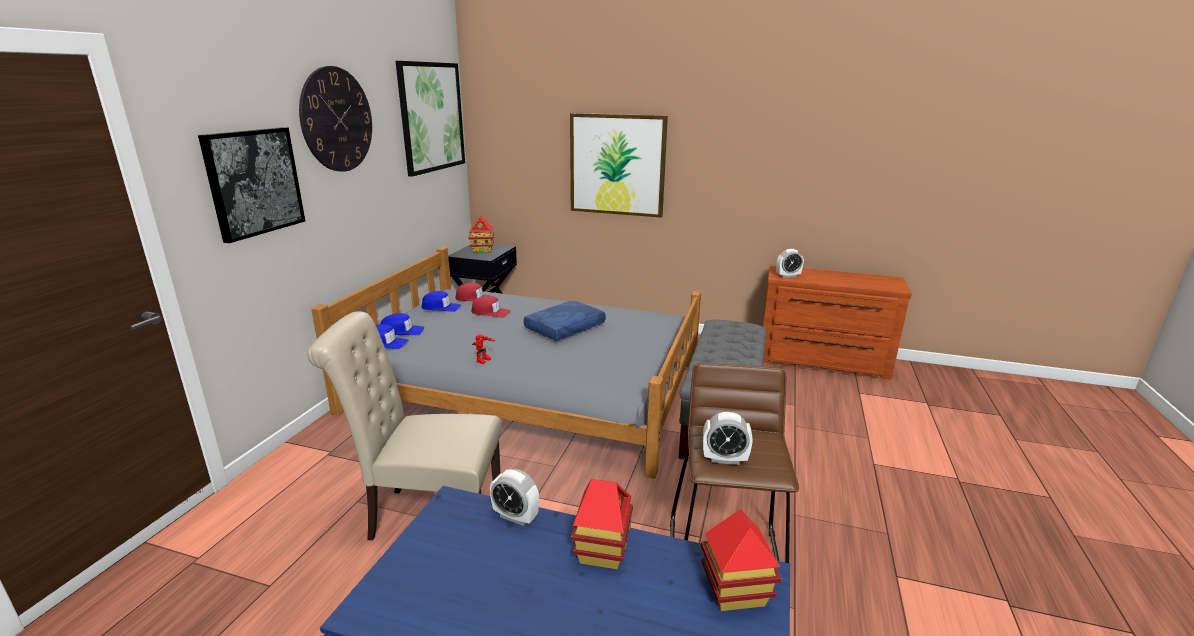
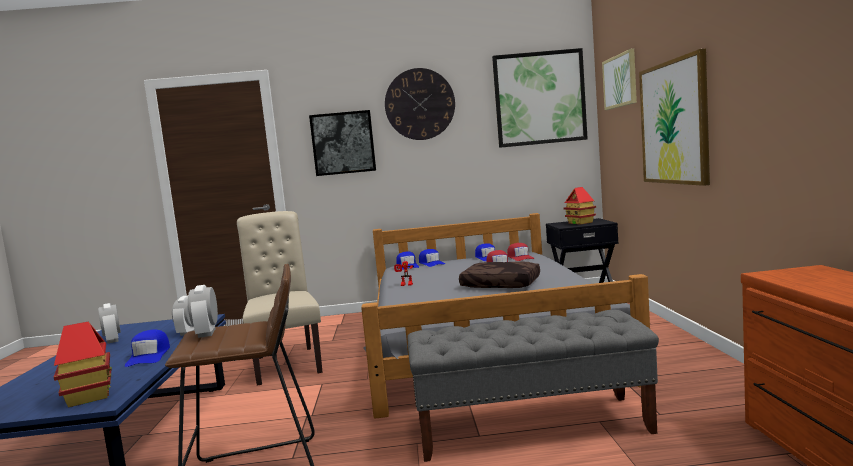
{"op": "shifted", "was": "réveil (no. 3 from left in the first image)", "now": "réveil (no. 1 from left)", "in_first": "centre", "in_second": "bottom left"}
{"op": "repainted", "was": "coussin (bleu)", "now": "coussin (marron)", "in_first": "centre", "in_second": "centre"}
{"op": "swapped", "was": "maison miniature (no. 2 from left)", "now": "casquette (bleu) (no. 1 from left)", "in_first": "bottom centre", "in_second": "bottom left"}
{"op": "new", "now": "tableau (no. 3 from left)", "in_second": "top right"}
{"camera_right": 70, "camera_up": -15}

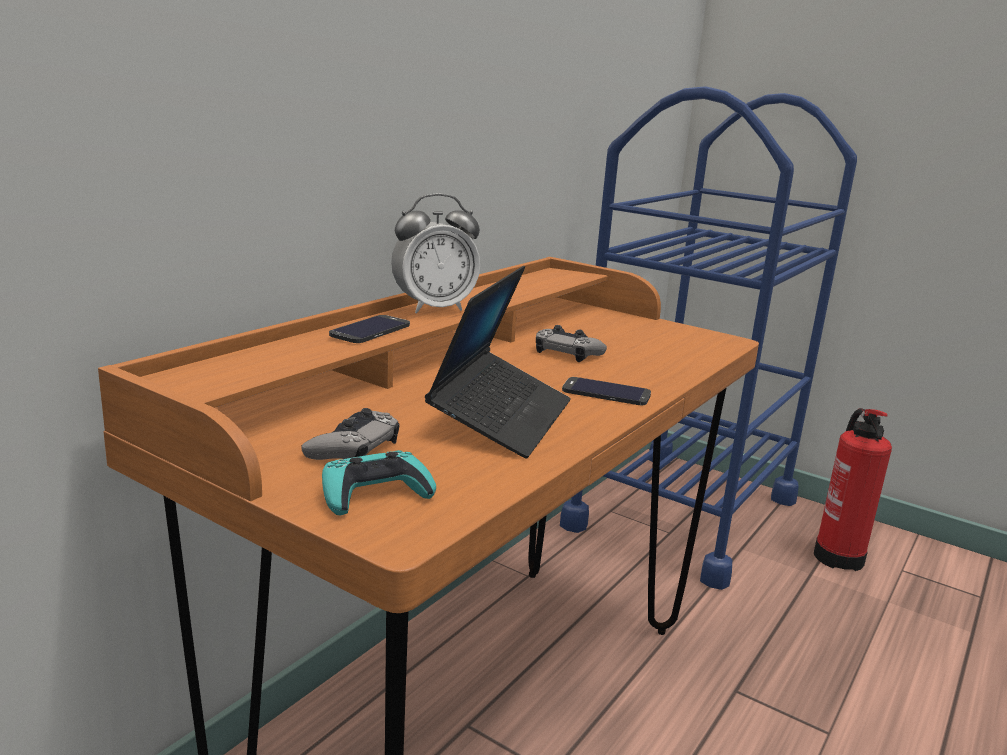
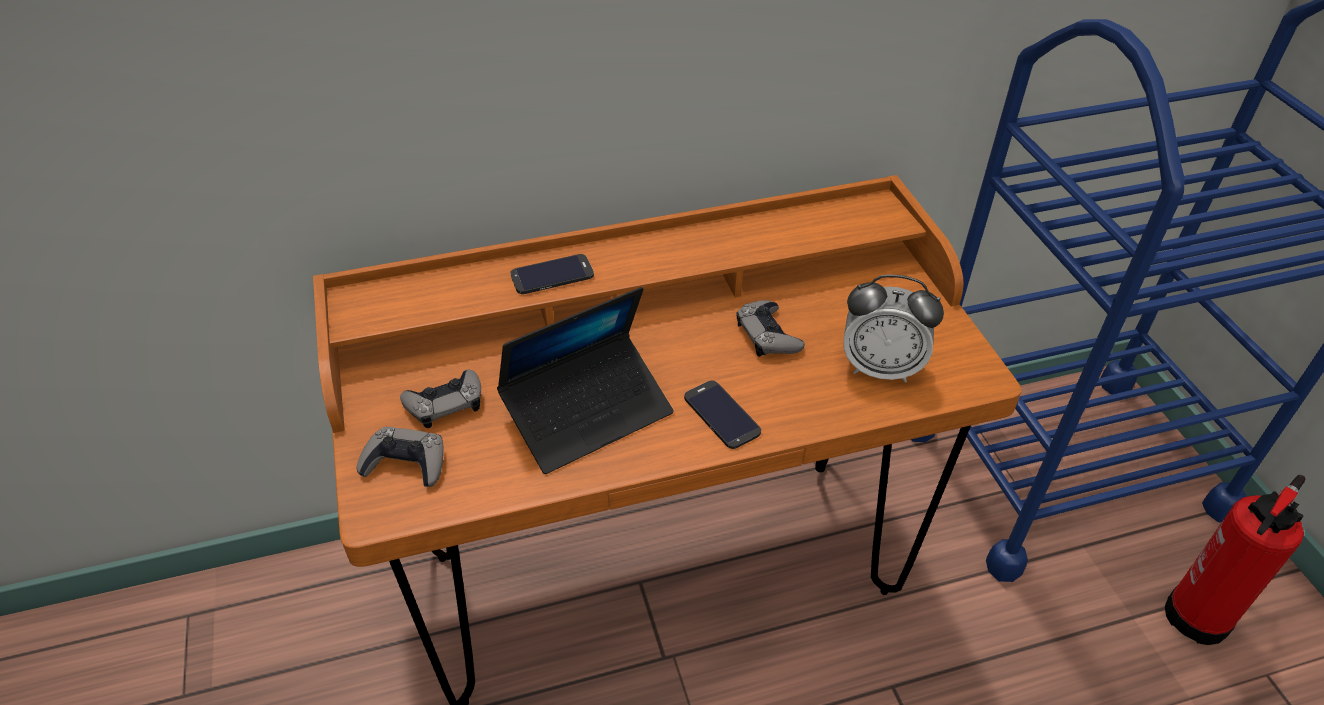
{"op": "shifted", "was": "réveil", "in_first": "centre", "in_second": "middle right"}
{"op": "repainted", "was": "manette (turquoise)", "now": "manette (gris) (no. 1 from left)", "in_first": "centre", "in_second": "middle left"}
{"camera_right": 40, "camera_up": 25}

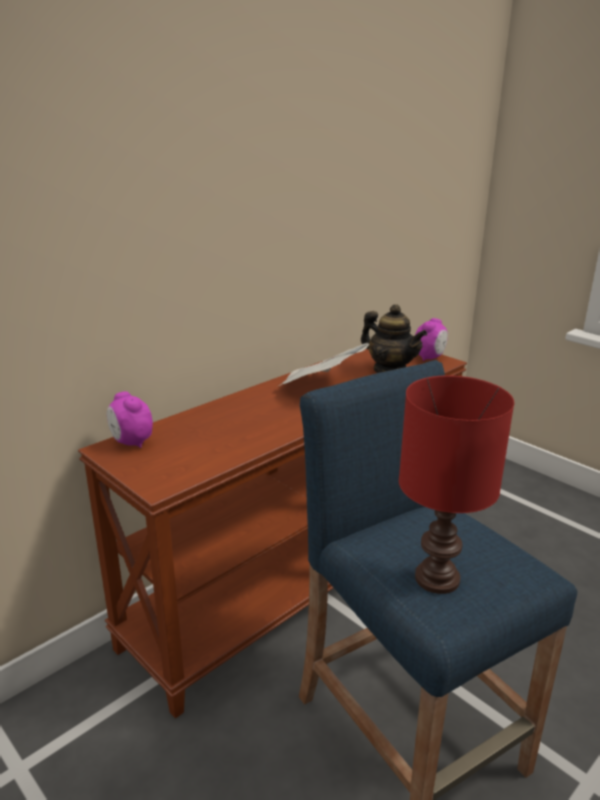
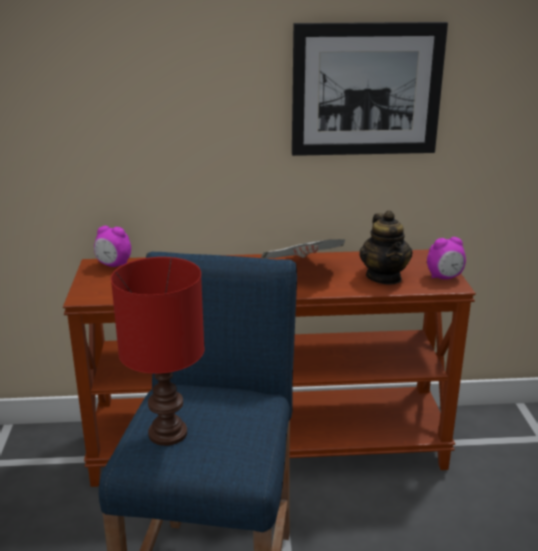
{"op": "rotated", "was": "réveil (no. 1 from left)", "in_first": "middle left", "in_second": "middle left", "clockwise": -75}
{"op": "new", "now": "tableau", "in_second": "top right"}
{"camera_right": 40, "camera_up": 0}

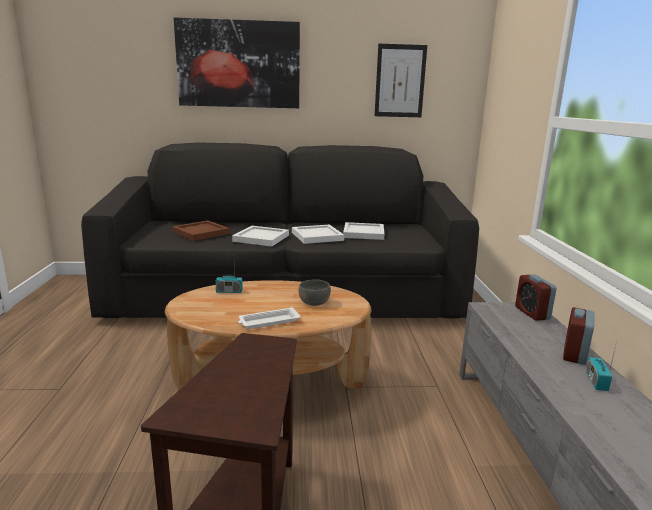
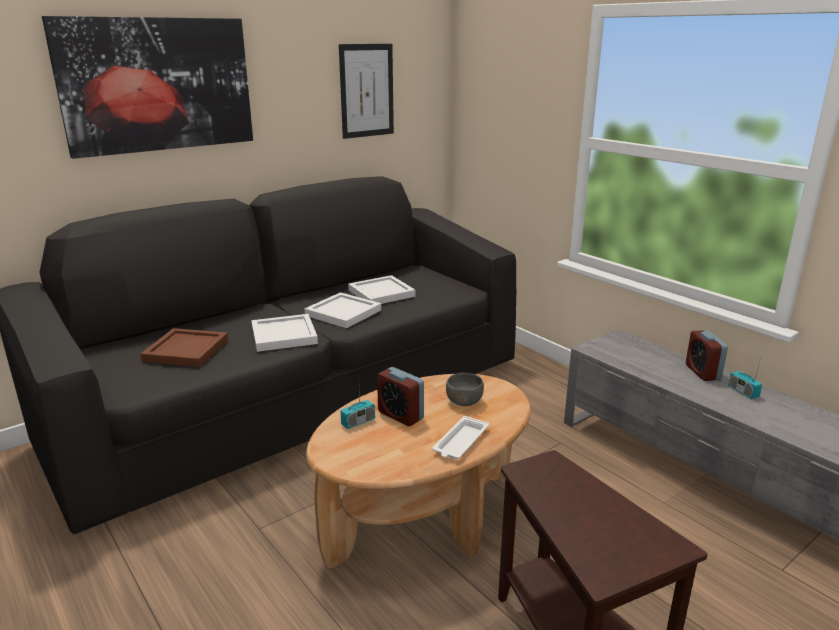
{"op": "shifted", "was": "réveil (no. 1 from left)", "in_first": "middle right", "in_second": "centre"}
{"camera_right": -35, "camera_up": 5}

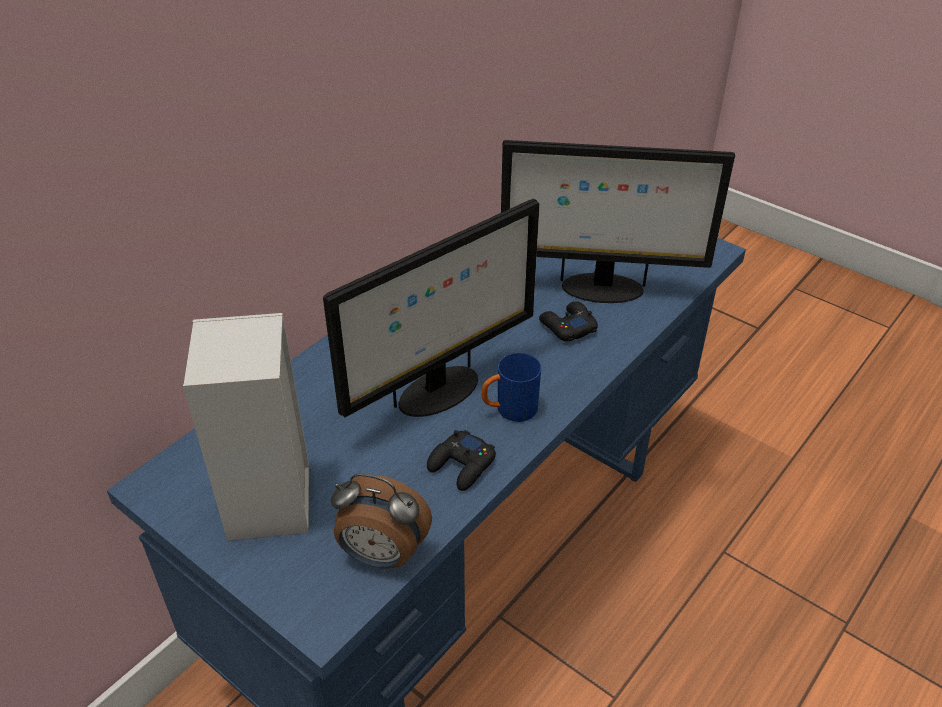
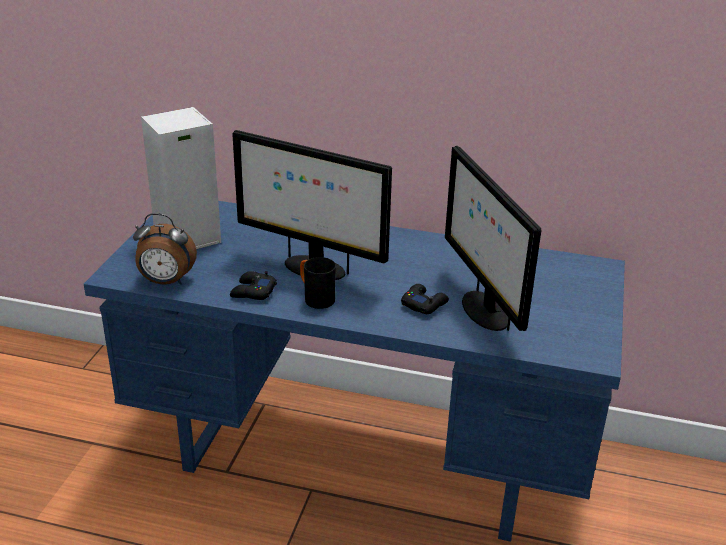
{"op": "repainted", "was": "mug (bleu)", "now": "mug (noir)", "in_first": "centre", "in_second": "centre"}
{"op": "rotated", "was": "réveil", "in_first": "bottom centre", "in_second": "middle left", "clockwise": -75}
{"camera_right": 65, "camera_up": -10}

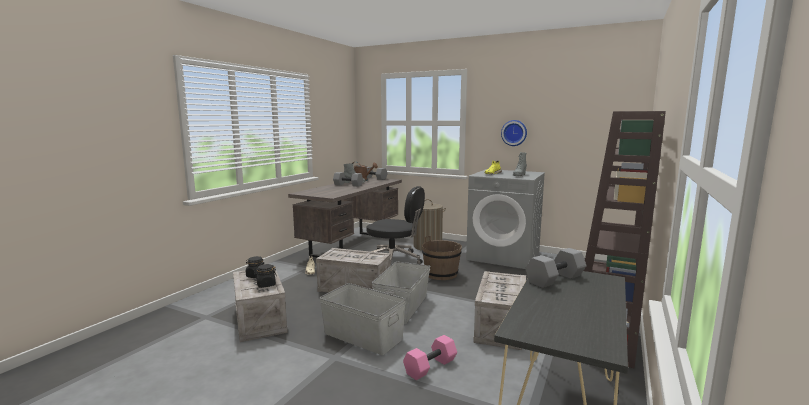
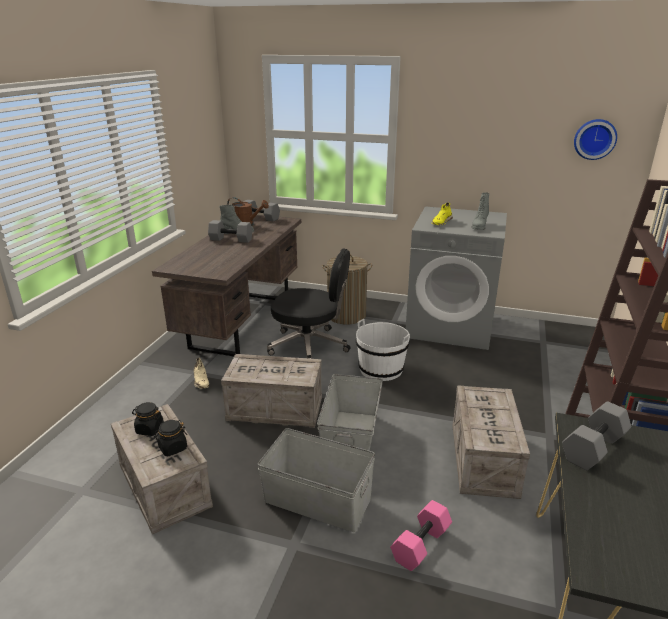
{"op": "shifted", "was": "horloge murale", "in_first": "top centre", "in_second": "top right"}
{"op": "repainted", "was": "seau (marron)", "now": "seau (blanc)", "in_first": "centre", "in_second": "centre"}
{"camera_right": -10, "camera_up": 15}

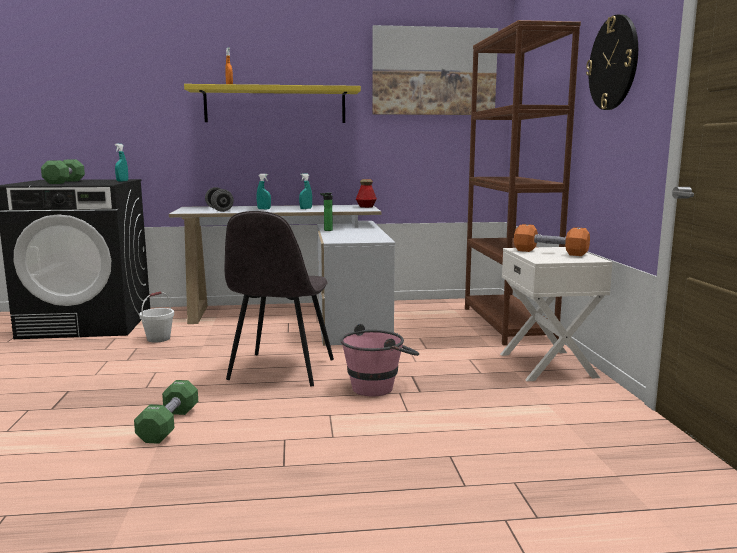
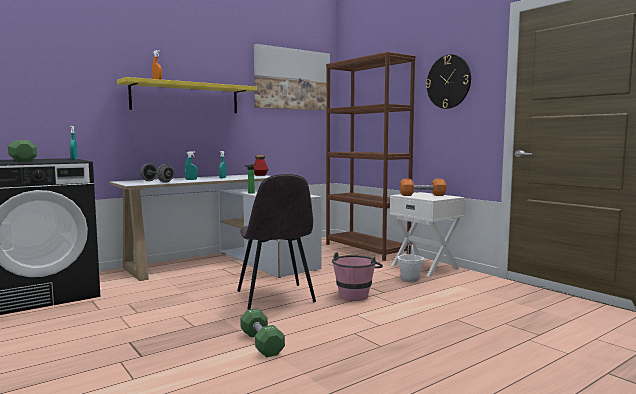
{"op": "shifted", "was": "seau (blanc)", "in_first": "middle left", "in_second": "centre"}
{"camera_right": -30, "camera_up": -5}

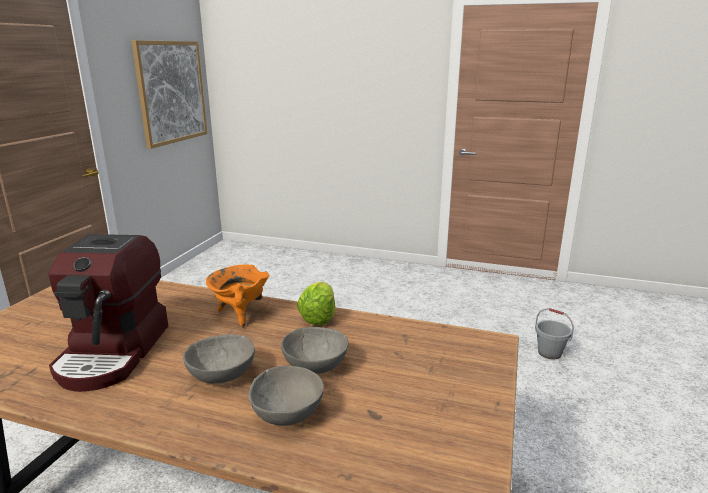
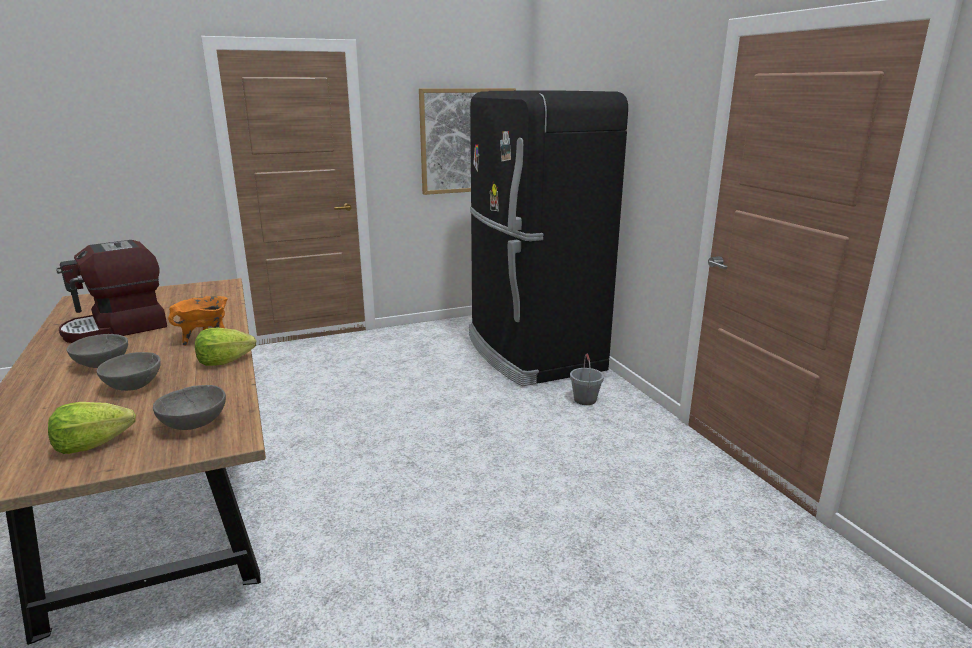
{"op": "shifted", "was": "seau (gris)", "in_first": "bottom right", "in_second": "centre"}
{"op": "shifted", "was": "bol (gris) (no. 2 from left in the first image)", "now": "bol (gris) (no. 3 from left)", "in_first": "bottom centre", "in_second": "middle left"}
{"op": "new", "now": "réfrigérateur (noir)", "in_second": "centre"}
{"op": "new", "now": "laitue (no. 1 from left)", "in_second": "middle left"}
{"camera_right": 50, "camera_up": 0}

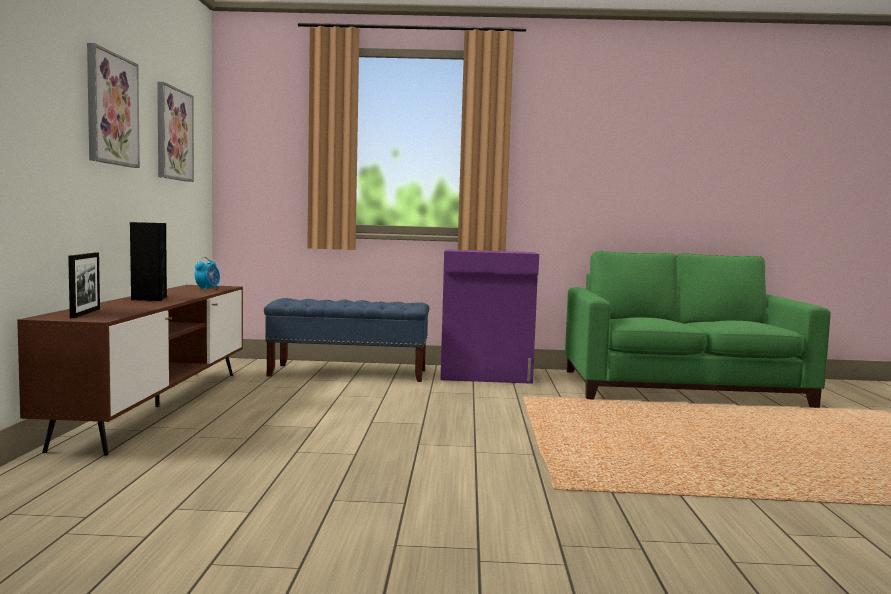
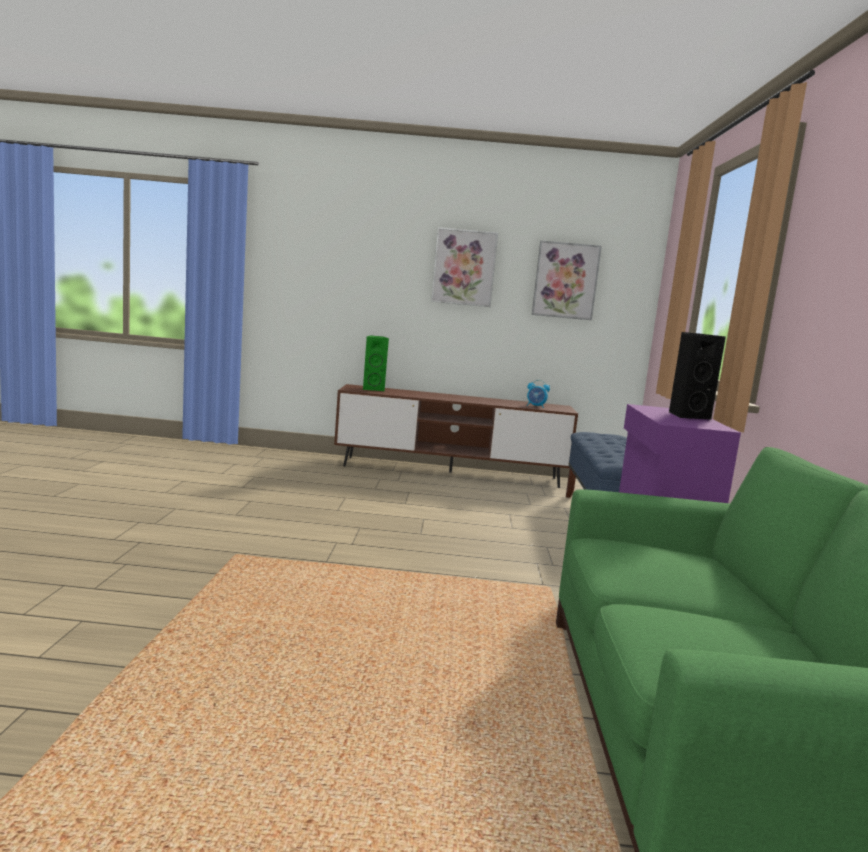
{"op": "shifted", "was": "enceinte (noir)", "in_first": "middle left", "in_second": "middle right"}
{"op": "swapped", "was": "cadre photo", "now": "enceinte (vert)", "in_first": "middle left", "in_second": "centre"}
{"camera_right": 90, "camera_up": 5}

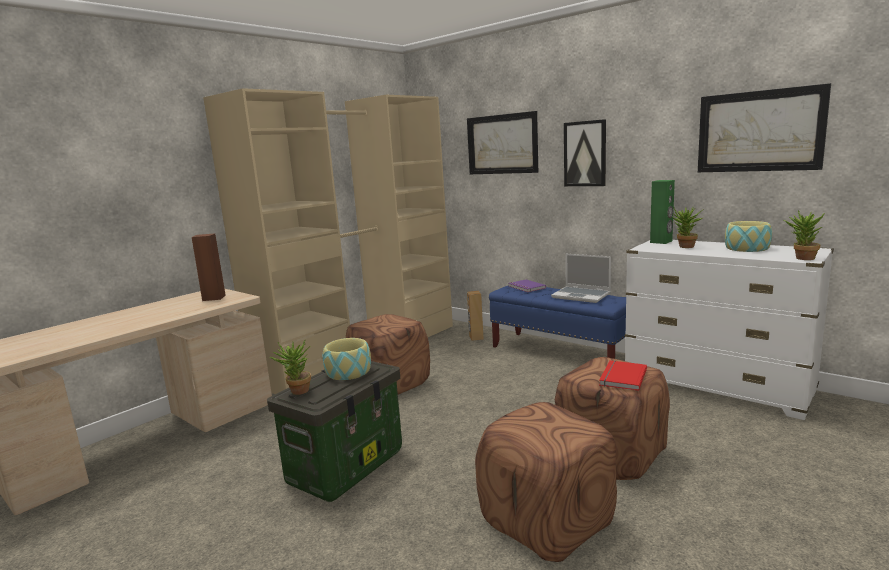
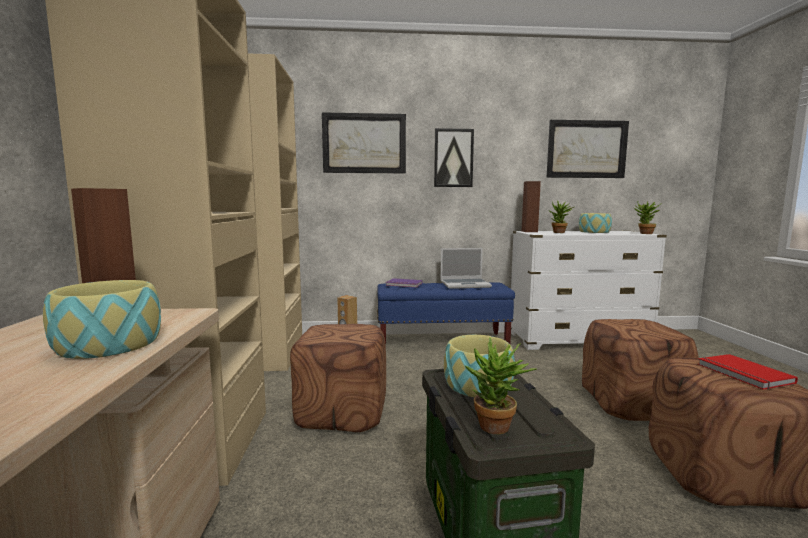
{"op": "repainted", "was": "enceinte (vert)", "now": "enceinte (marron) (no. 3 from left)", "in_first": "middle right", "in_second": "centre"}
{"op": "shifted", "was": "livre (rouge)", "in_first": "middle right", "in_second": "bottom right"}
{"op": "new", "now": "bol (no. 1 from left)", "in_second": "middle left"}
{"camera_right": -45, "camera_up": -5}

